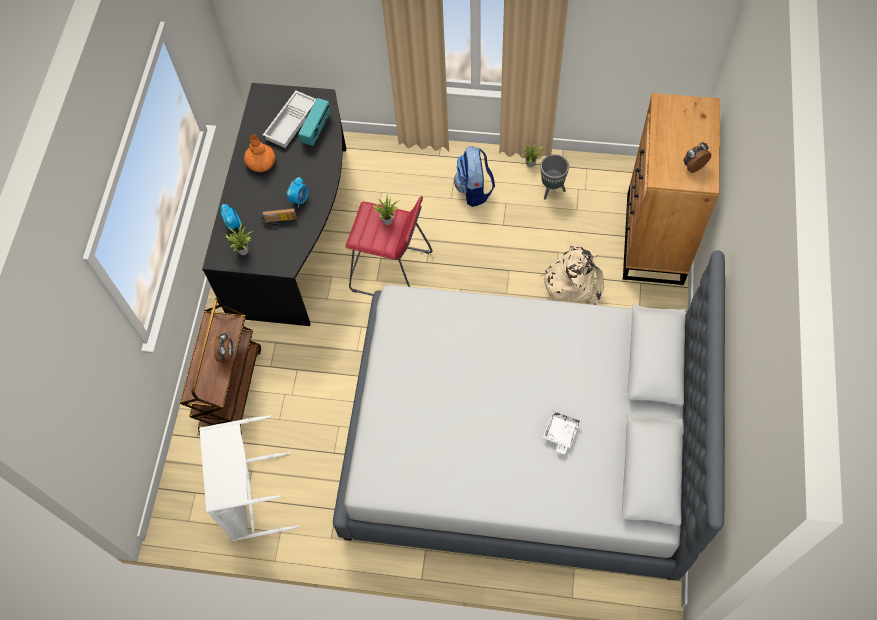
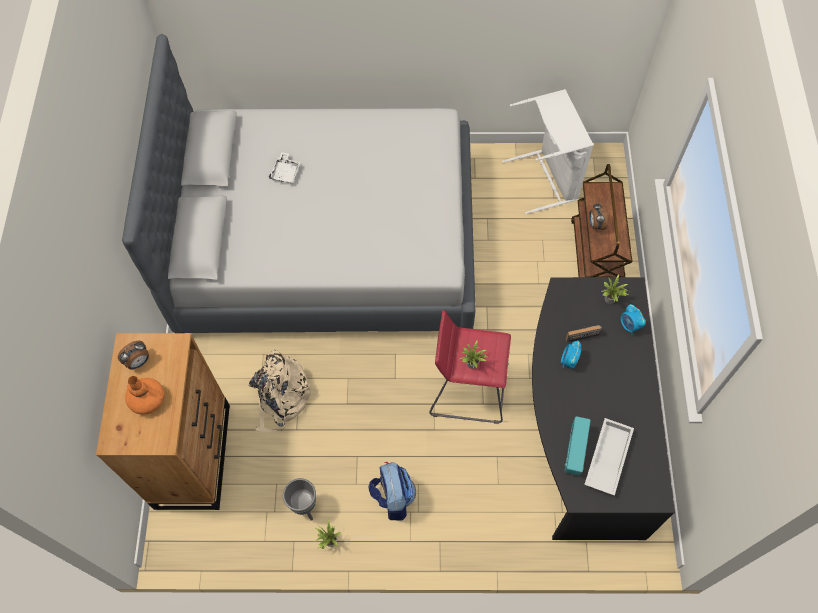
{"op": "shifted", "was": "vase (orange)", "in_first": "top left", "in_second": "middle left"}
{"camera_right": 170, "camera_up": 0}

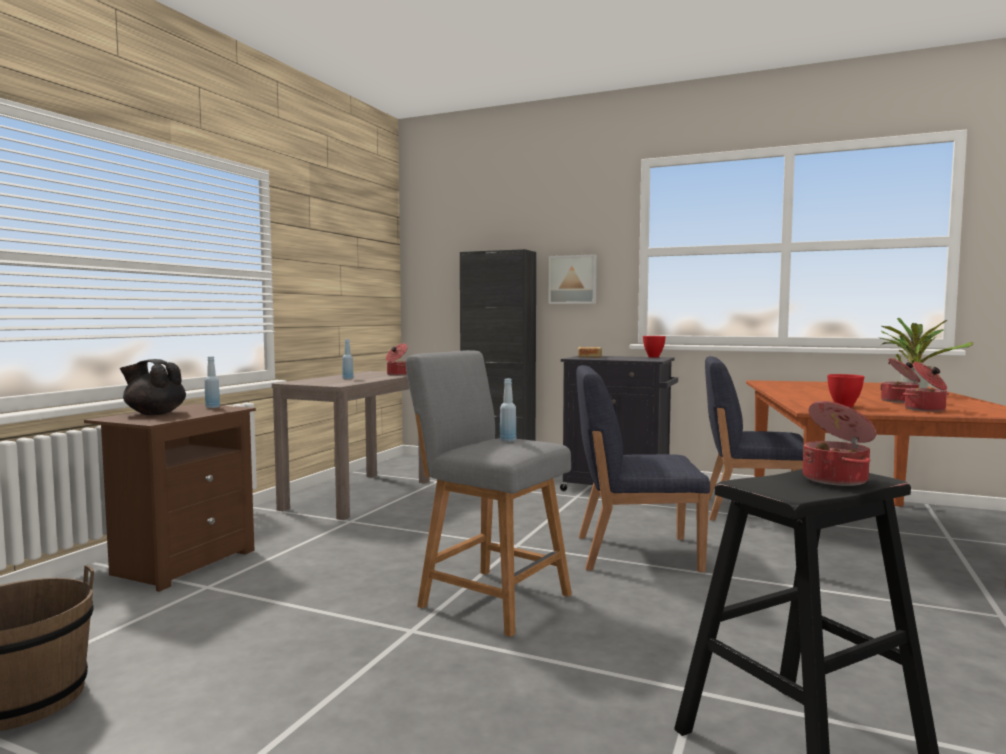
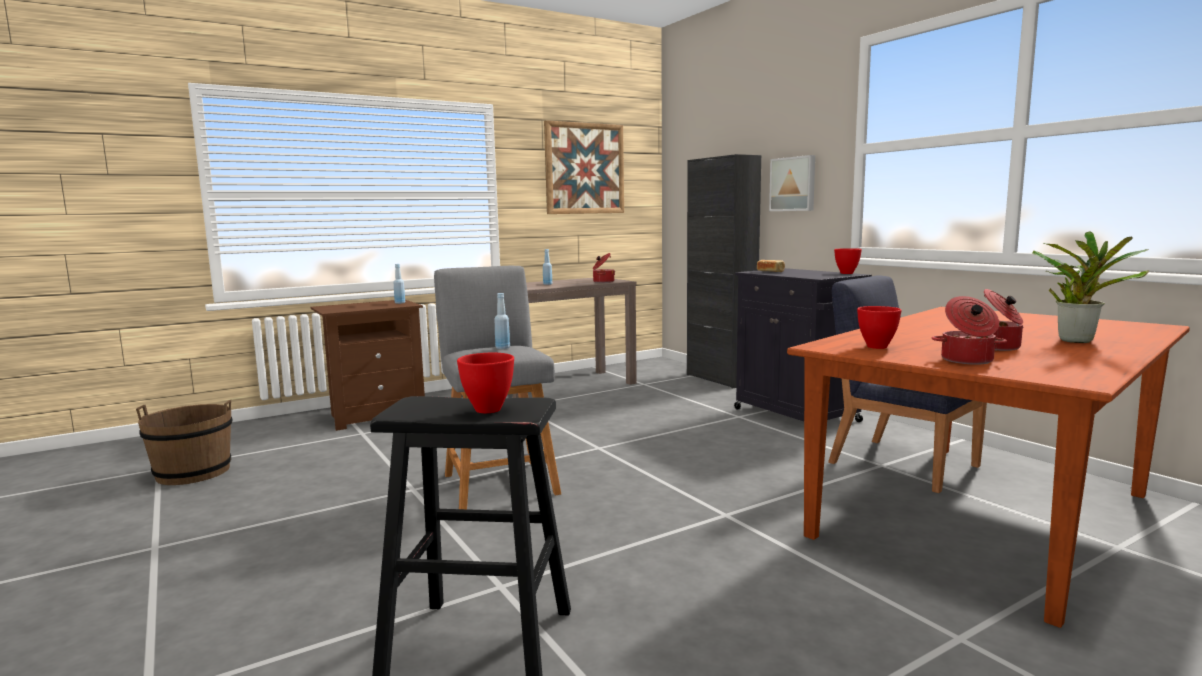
{"op": "gone", "was": "théière (noir)", "in_first": "middle left"}
{"op": "gone", "was": "chaise (bleu) (no. 1 from left)", "in_first": "centre"}
{"op": "swapped", "was": "marmite (no. 2 from left)", "now": "bol (rouge) (no. 1 from left)", "in_first": "middle right", "in_second": "centre"}
{"op": "new", "now": "tableau (no. 1 from left)", "in_second": "top centre"}
{"camera_right": 35, "camera_up": 5}

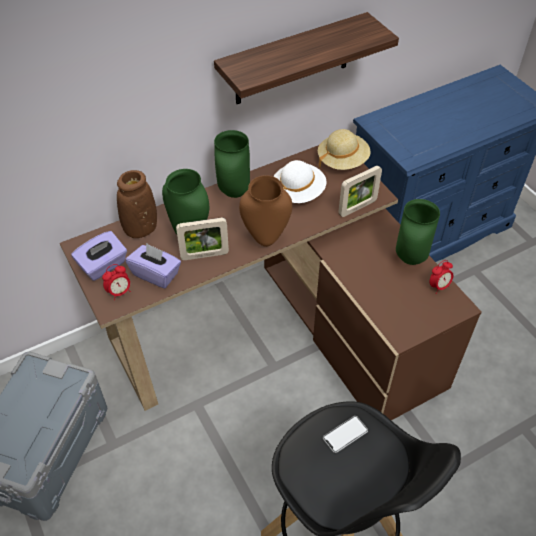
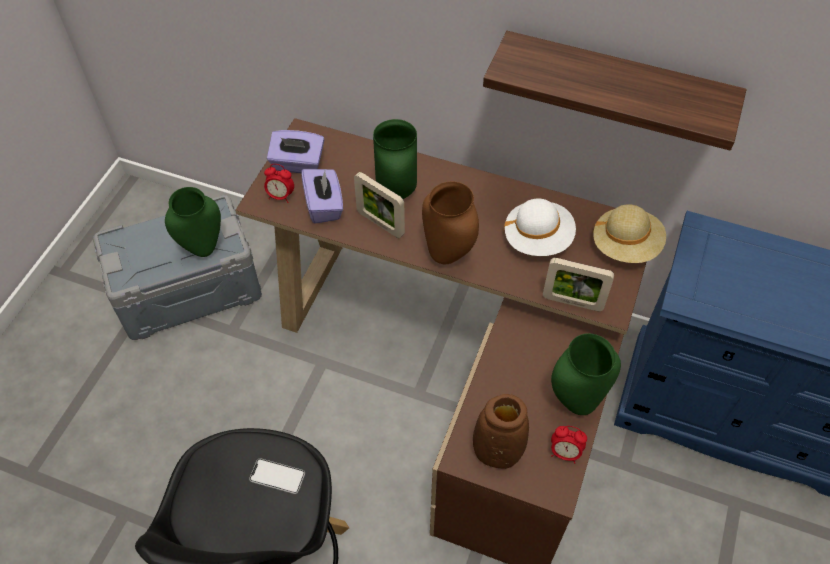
{"op": "shifted", "was": "vase (vert) (no. 2 from left in the first image)", "now": "vase (vert) (no. 1 from left)", "in_first": "top centre", "in_second": "middle left"}
{"op": "shifted", "was": "vase (marron) (no. 1 from left in the first image)", "now": "vase (marron) (no. 2 from left)", "in_first": "middle left", "in_second": "bottom centre"}
{"camera_right": 50, "camera_up": 5}

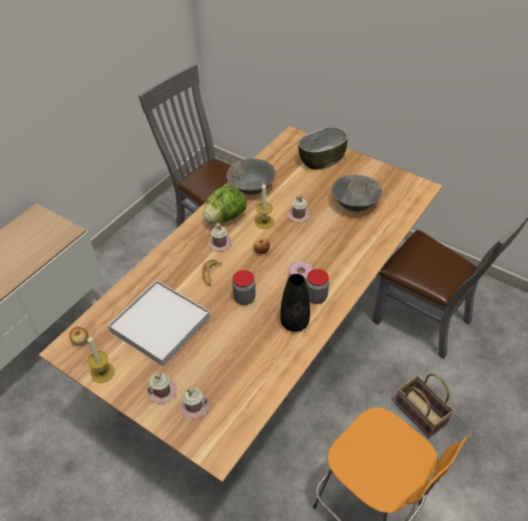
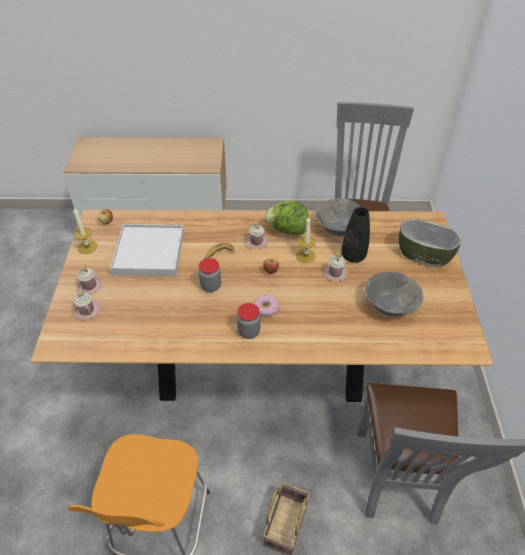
{"op": "shifted", "was": "vase (noir)", "in_first": "centre", "in_second": "middle right"}
{"camera_right": 55, "camera_up": 0}

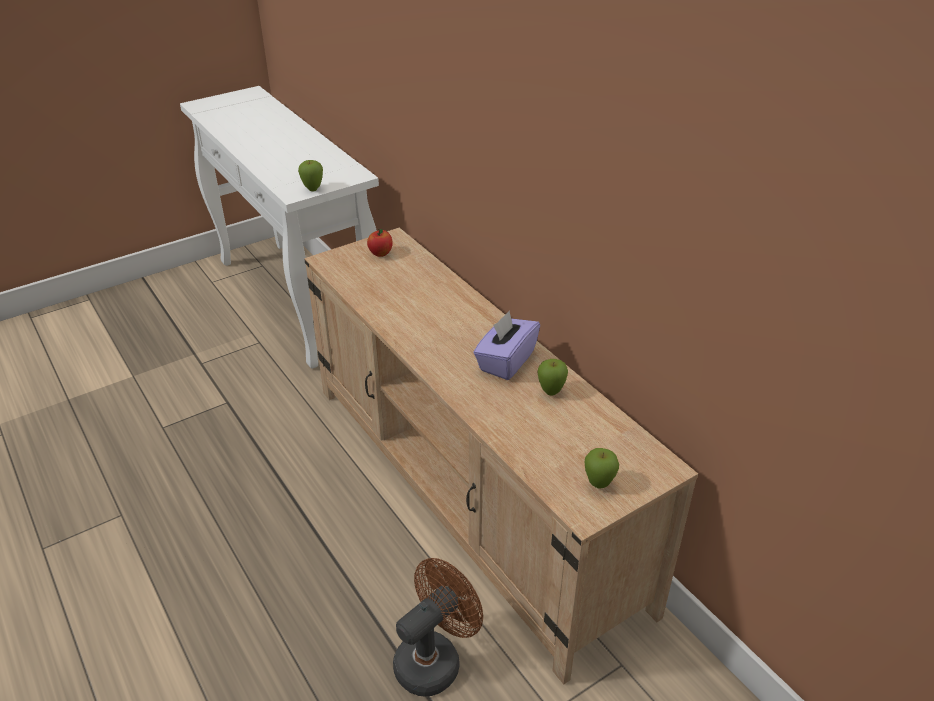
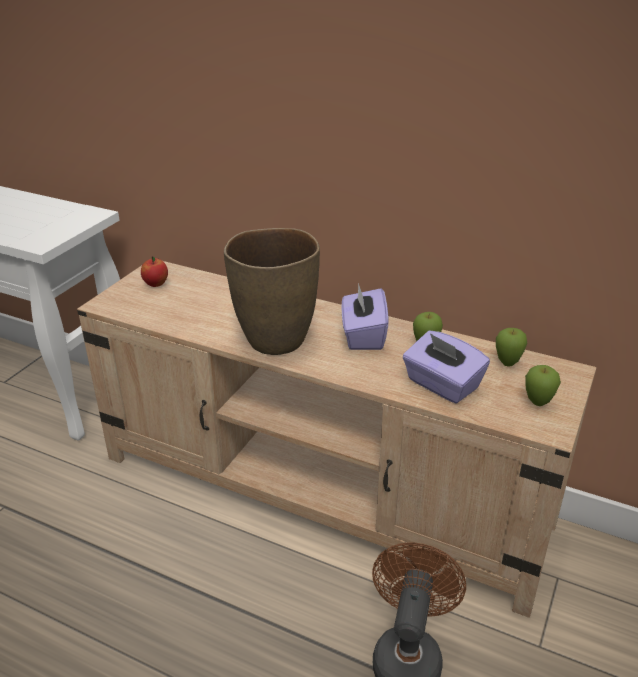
{"op": "shifted", "was": "pomme (no. 1 from left in the first image)", "now": "pomme (no. 3 from left)", "in_first": "top left", "in_second": "middle right"}
{"op": "new", "now": "vase (marron)", "in_second": "centre"}
{"op": "new", "now": "boîte à mouchoirs (violet) (no. 2 from left)", "in_second": "middle right"}
{"camera_right": -30, "camera_up": -5}

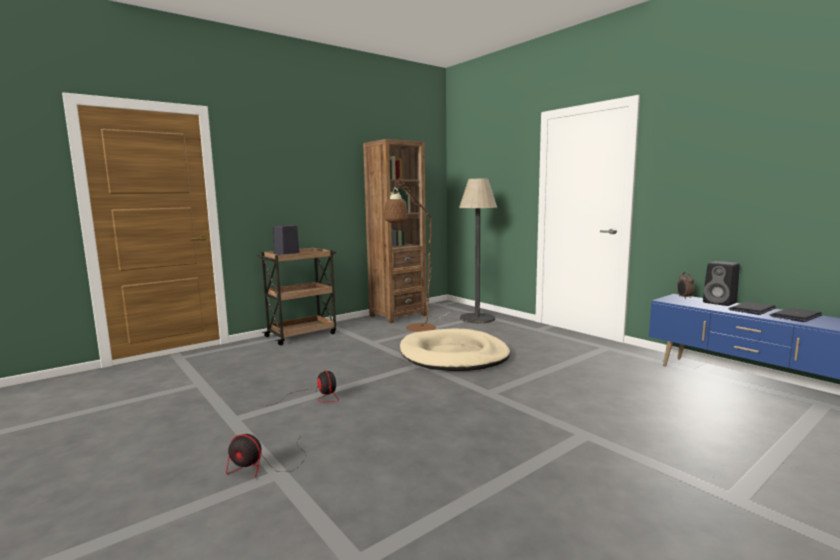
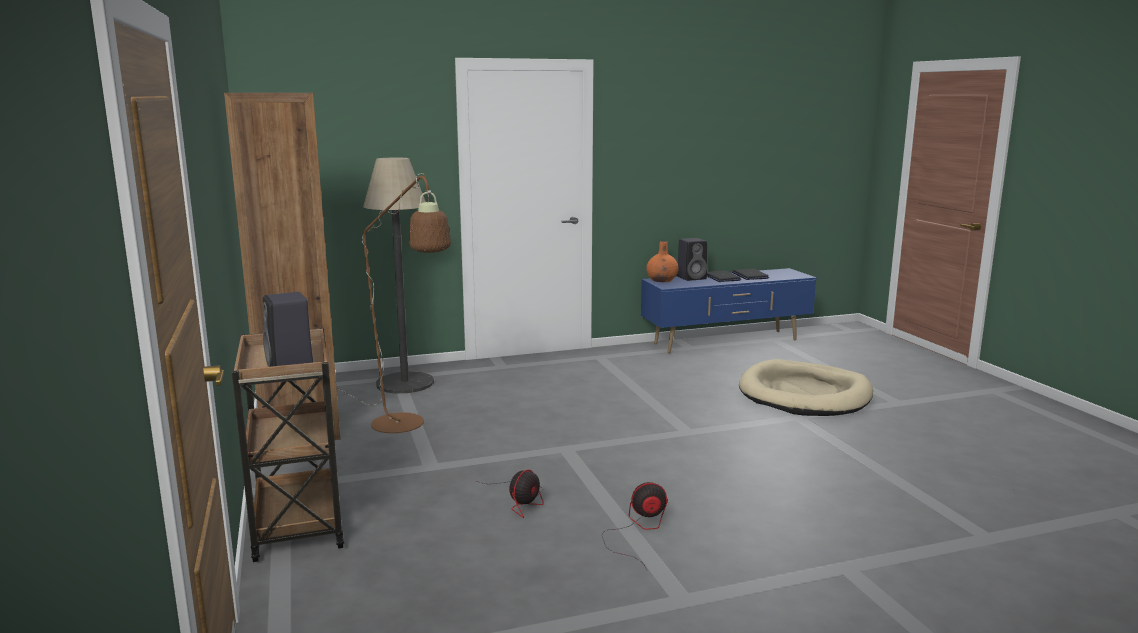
{"op": "swapped", "was": "réveil", "now": "vase (orange)", "in_first": "middle right", "in_second": "centre"}
{"op": "shifted", "was": "panier pour chien (beige)", "in_first": "centre", "in_second": "middle right"}
{"op": "shifted", "was": "ventilateur (no. 1 from left)", "in_first": "bottom left", "in_second": "bottom centre"}
{"camera_right": -70, "camera_up": 5}

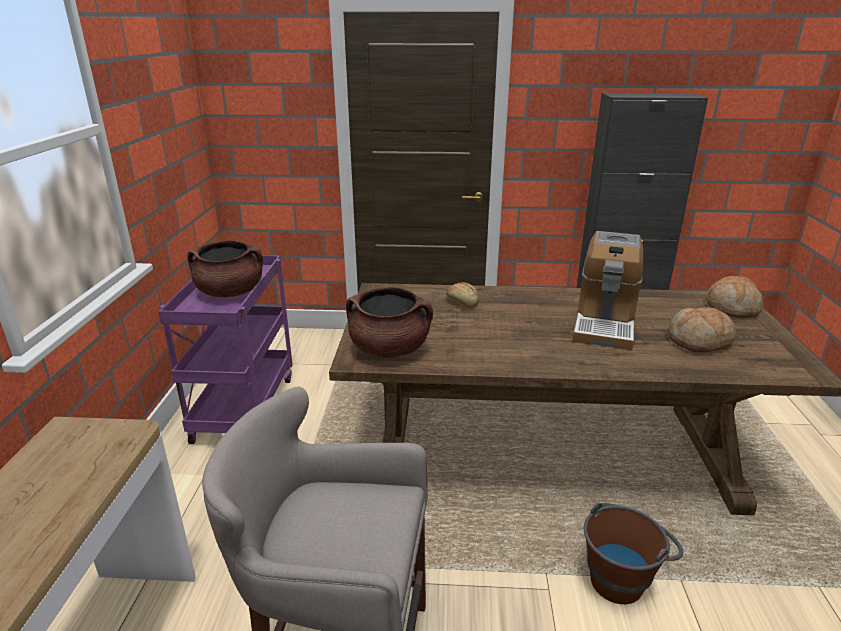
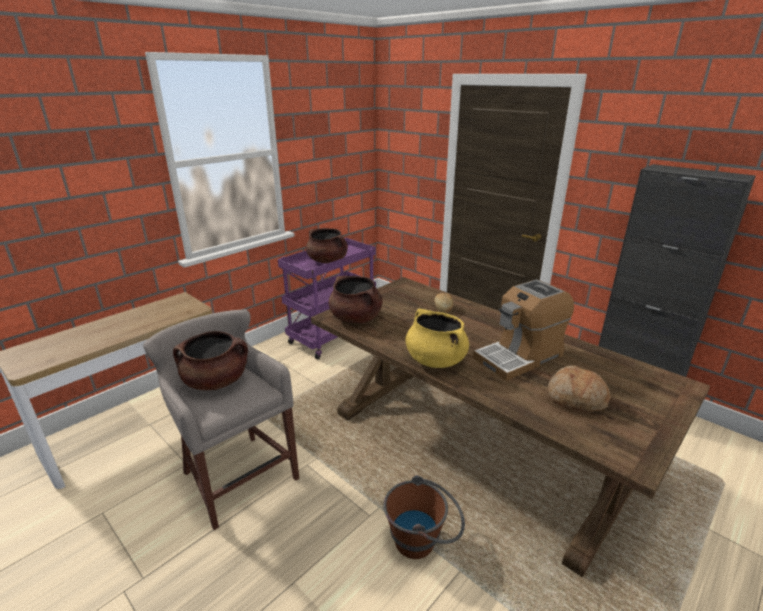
{"op": "gone", "was": "pain (no. 3 from left)", "in_first": "middle right"}
{"op": "new", "now": "marmite (jaune)", "in_second": "centre"}
{"op": "new", "now": "marmite (marron) (no. 1 from left)", "in_second": "middle left"}
{"camera_right": 40, "camera_up": 0}

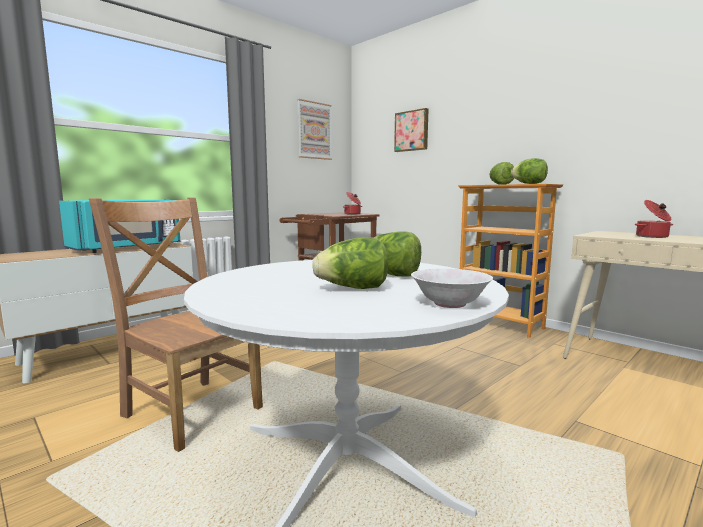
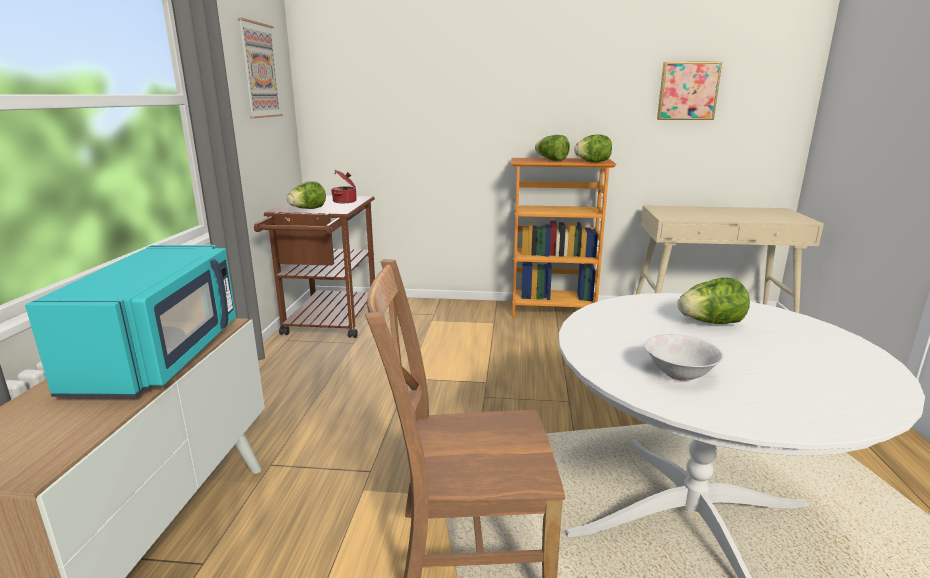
{"op": "shifted", "was": "tableau (no. 2 from left)", "in_first": "top centre", "in_second": "top right"}
{"op": "gone", "was": "marmite (no. 2 from left)", "in_first": "middle right"}
{"op": "shifted", "was": "laitue (no. 1 from left)", "in_first": "centre", "in_second": "middle left"}
{"op": "shifted", "was": "bol (blanc)", "in_first": "centre", "in_second": "middle right"}
{"camera_right": -40, "camera_up": 10}

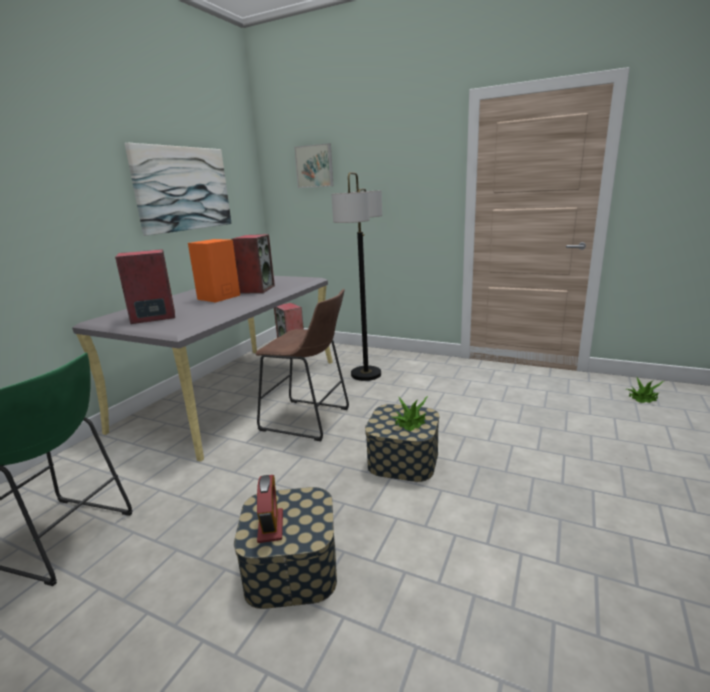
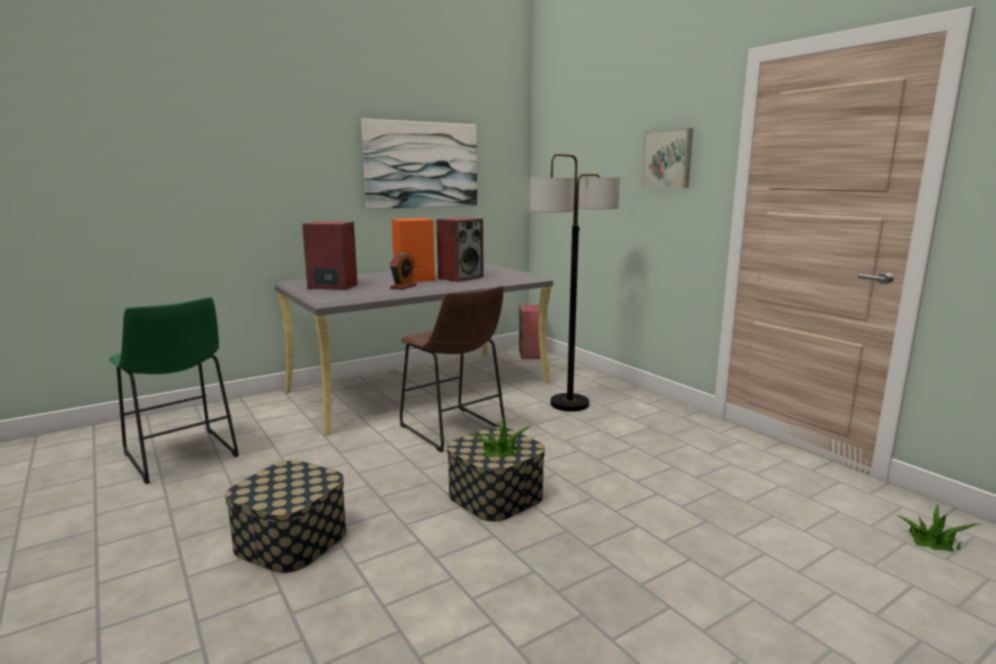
{"op": "shifted", "was": "tableau (no. 2 from left)", "in_first": "top centre", "in_second": "top right"}
{"op": "shifted", "was": "réveil", "in_first": "bottom centre", "in_second": "centre"}
{"camera_right": 30, "camera_up": -5}

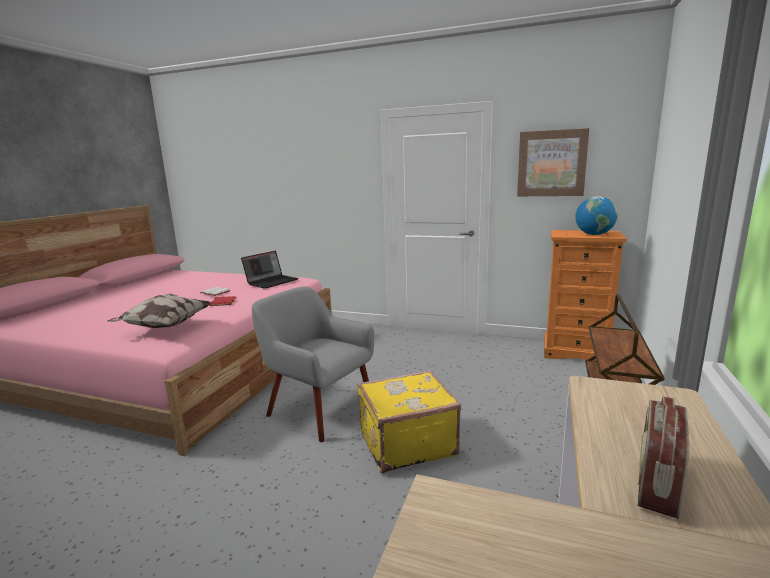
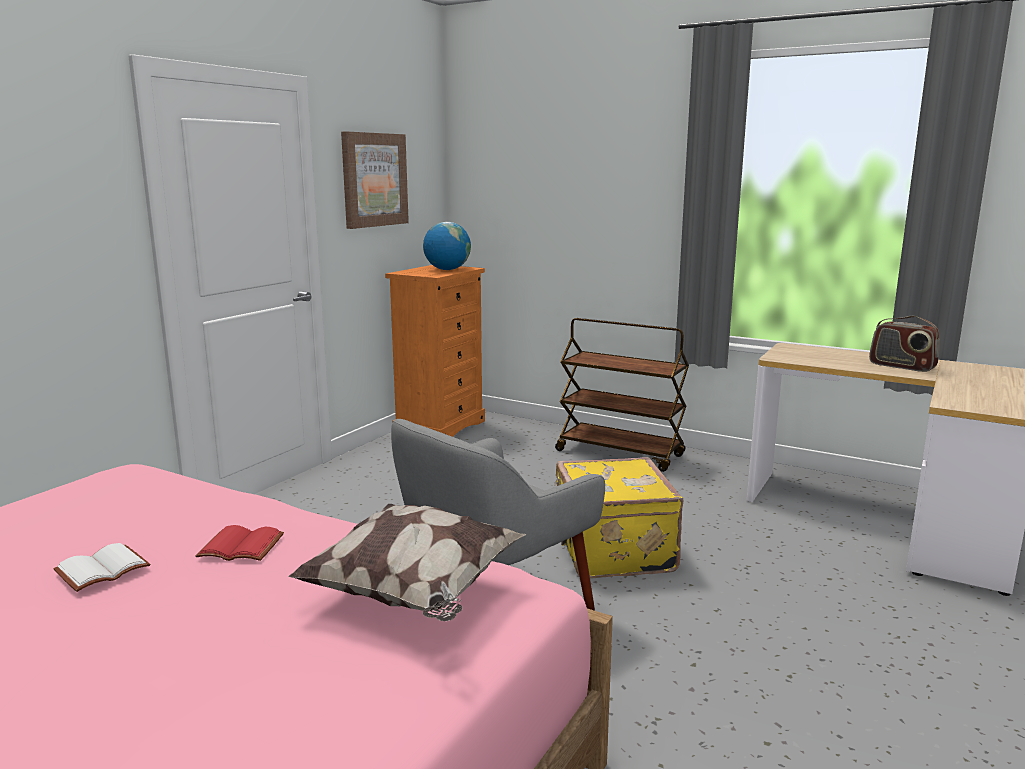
{"op": "gone", "was": "ordinateur portable", "in_first": "centre"}
{"camera_right": -80, "camera_up": 0}

